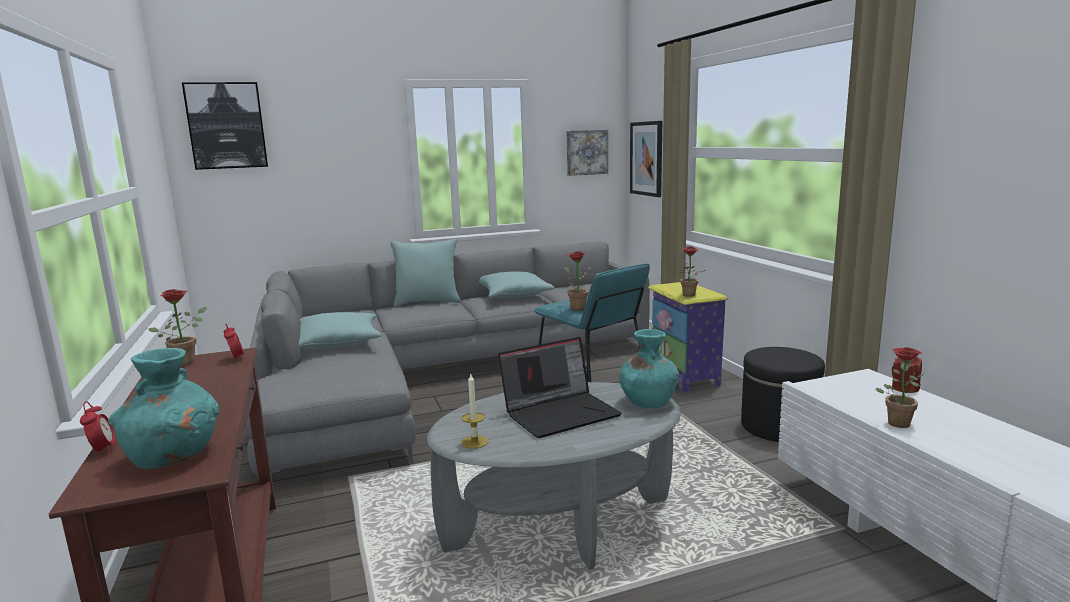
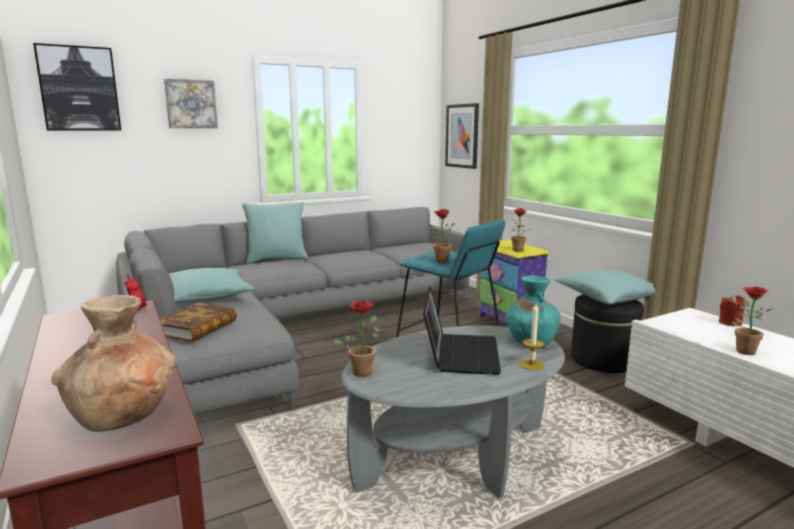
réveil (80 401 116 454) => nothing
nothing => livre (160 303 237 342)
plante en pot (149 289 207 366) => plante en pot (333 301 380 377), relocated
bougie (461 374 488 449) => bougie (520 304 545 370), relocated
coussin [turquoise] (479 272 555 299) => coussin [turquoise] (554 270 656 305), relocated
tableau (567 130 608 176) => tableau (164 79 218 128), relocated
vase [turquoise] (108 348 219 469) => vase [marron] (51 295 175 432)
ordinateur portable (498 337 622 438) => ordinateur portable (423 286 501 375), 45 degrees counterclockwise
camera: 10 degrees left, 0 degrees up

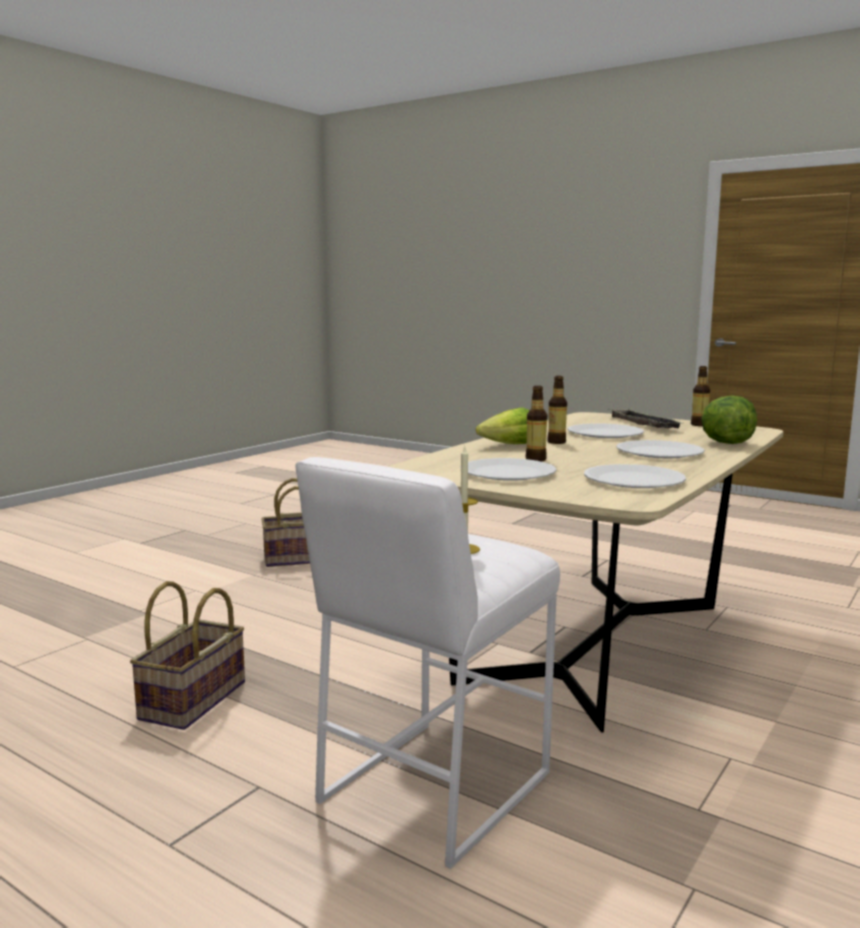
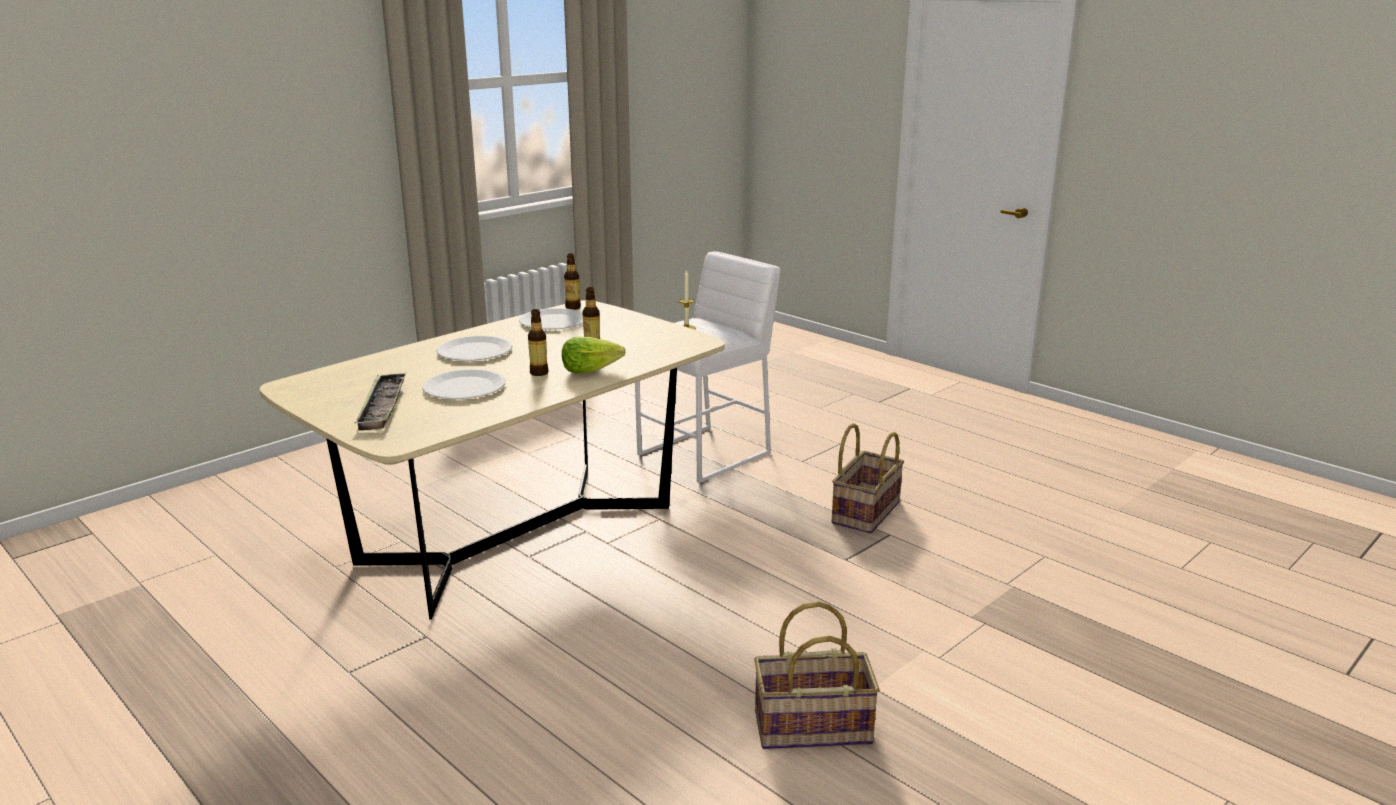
assiette [blanc] (460 458 556 481) => nothing
laitue (702 395 757 444) => nothing
bouteille (691 366 710 426) => bouteille (564 253 581 310), relocated
camera: 170 degrees left, 10 degrees up

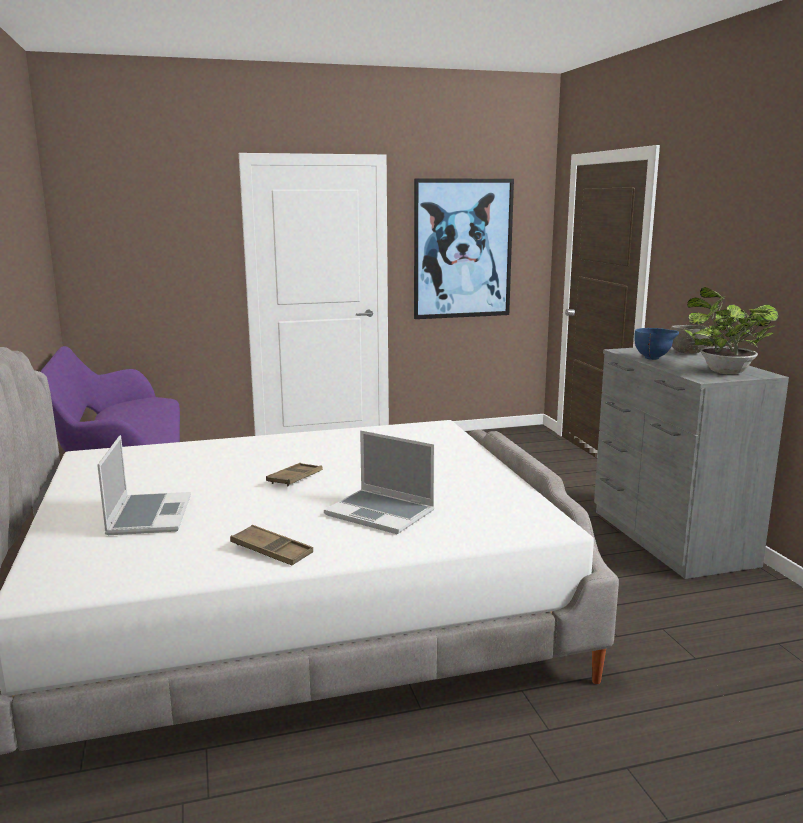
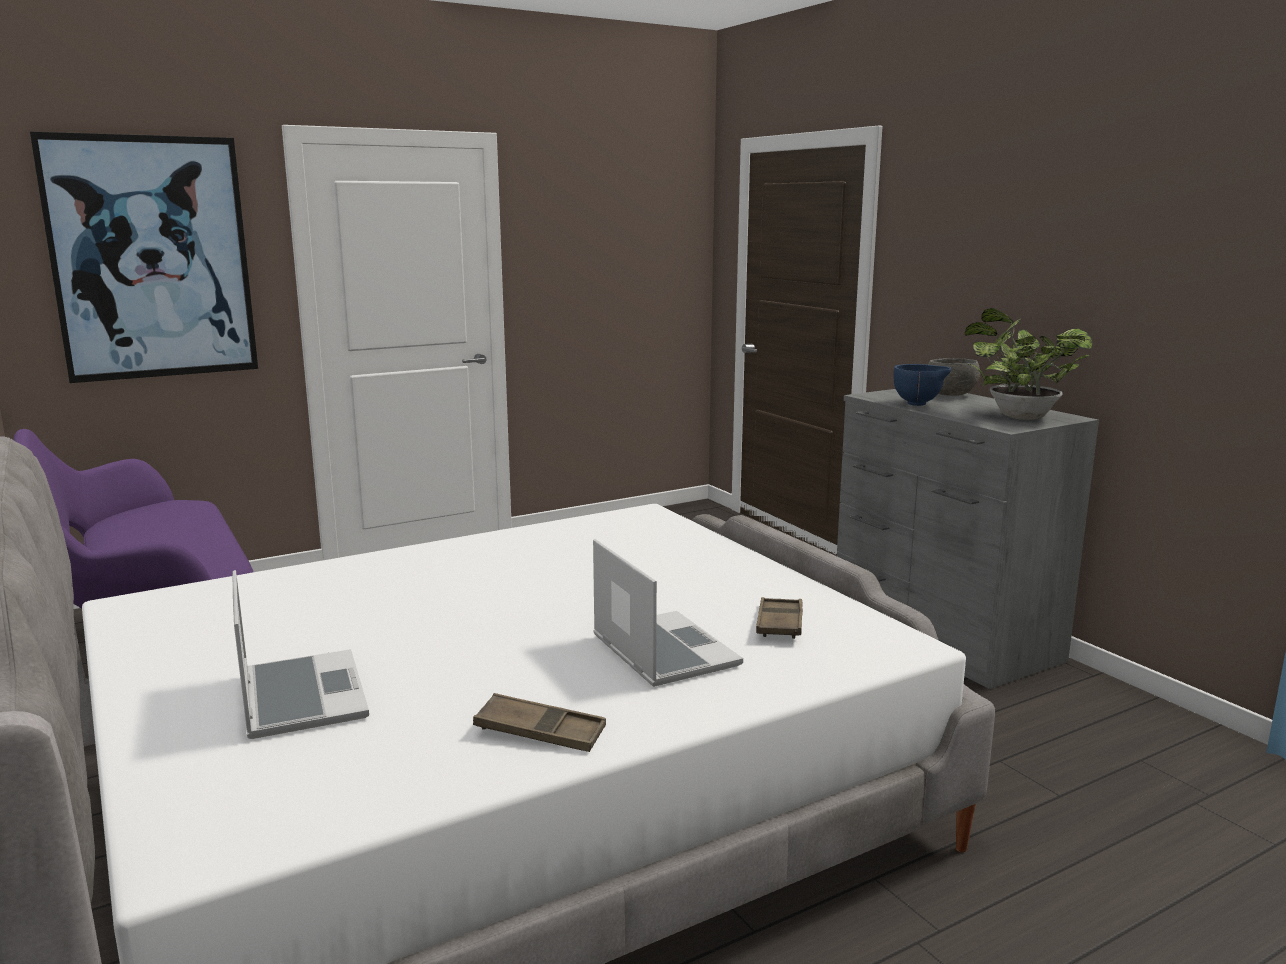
plateau [marron] (266 463 323 486) => plateau [marron] (756 597 803 639), relocated
tableau (414 178 514 319) => tableau (30 131 258 383), relocated
ordinateur portable (324 430 435 534) => ordinateur portable (593 539 743 687), 135 degrees counterclockwise
camera: 15 degrees left, 0 degrees up

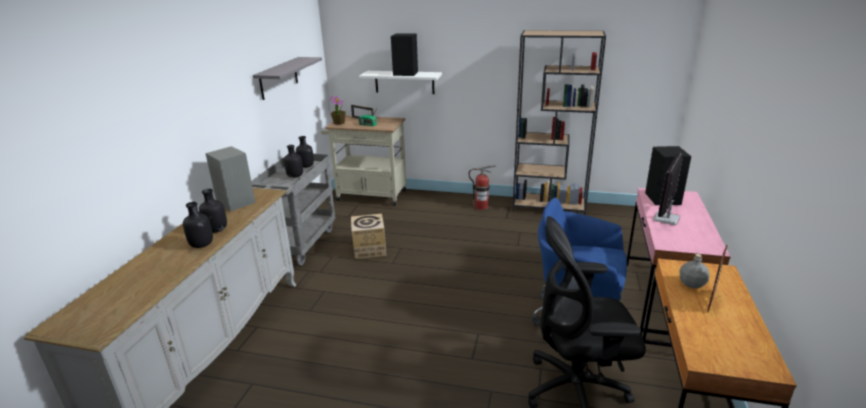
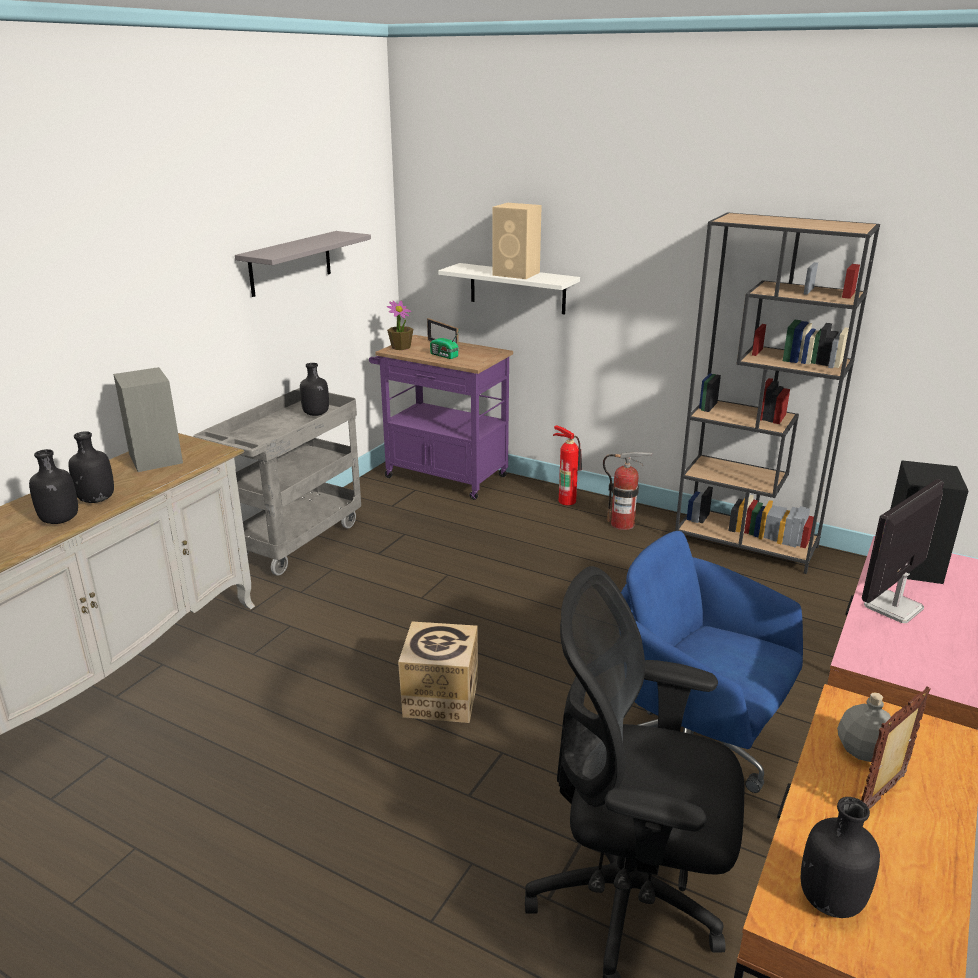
nothing => extincteur (553 425 582 505)
bouteille [noir] (284 145 303 178) => bouteille [noir] (801 797 880 918), relocated
carton (351 214 387 259) => carton (398 622 478 723), relocated
chariot [beige] (321 115 407 206) => chariot [violet] (369 335 513 500)
enceinte [noir] (391 33 418 76) => enceinte [beige] (492 203 542 279)
camera: 15 degrees right, 0 degrees up

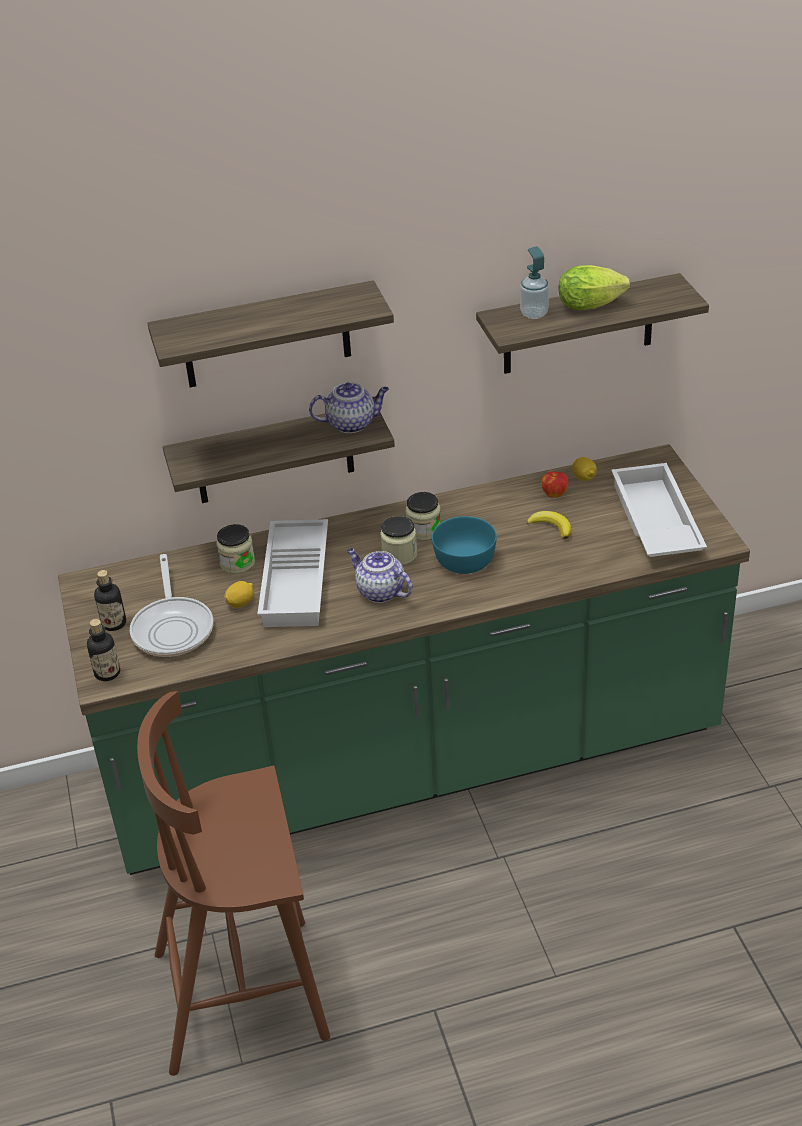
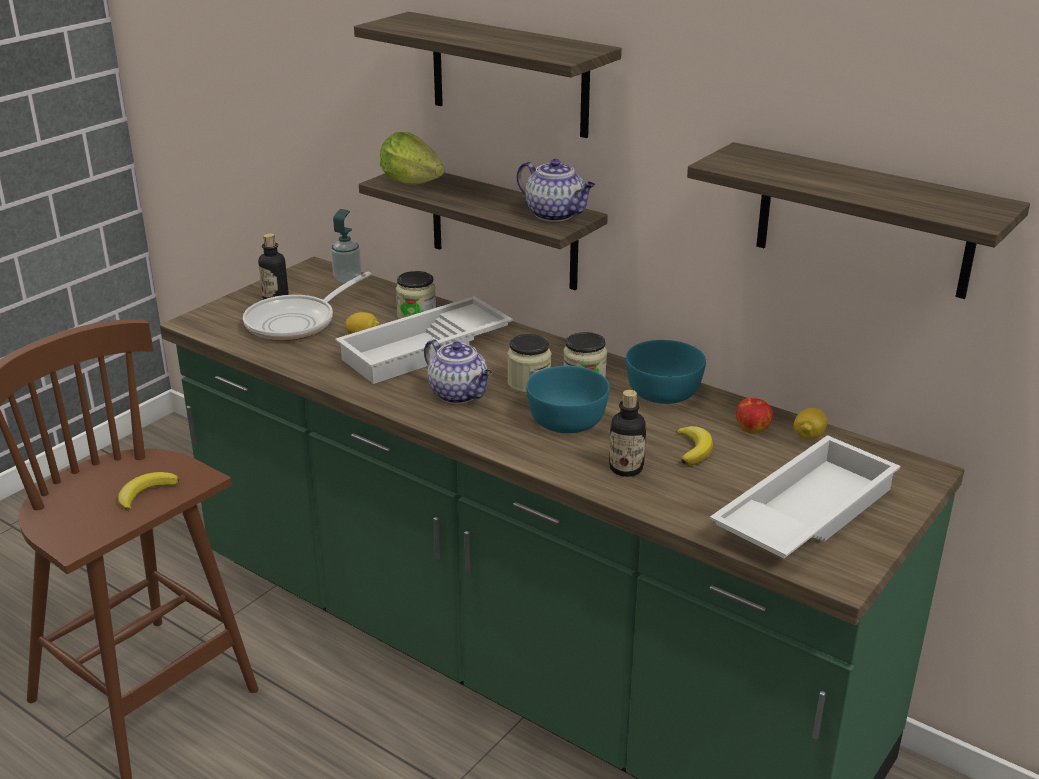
nothing => banane (118 472 179 512)
nothing => bol [turquoise] (626 340 706 404)
bouteille (87 619 120 681) => bouteille (609 390 646 477), relocated
distributeur de savon (520 246 549 319) => distributeur de savon (331 209 361 283), relocated
laitue (558 265 630 310) => laitue (380 132 444 185), relocated
théière (347 548 413 603) => théière (424 339 492 404), 135 degrees clockwise
camera: 50 degrees right, 10 degrees down

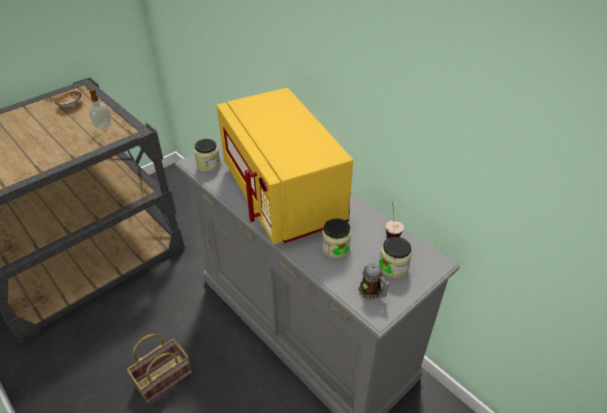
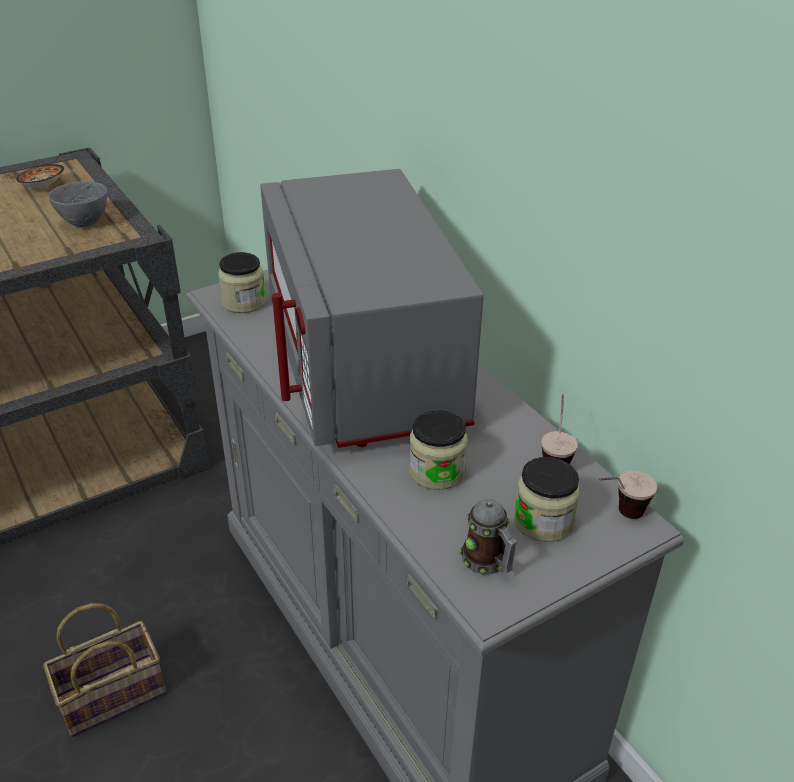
nothing => tasse (599 471 657 519)
distributeur de savon (86 88 111 130) => bol [gris] (48 181 107 227)
micro-ondes [jaune] (217 88 353 244) => micro-ondes [gris] (260 169 484 448)
camera: 10 degrees right, 5 degrees down

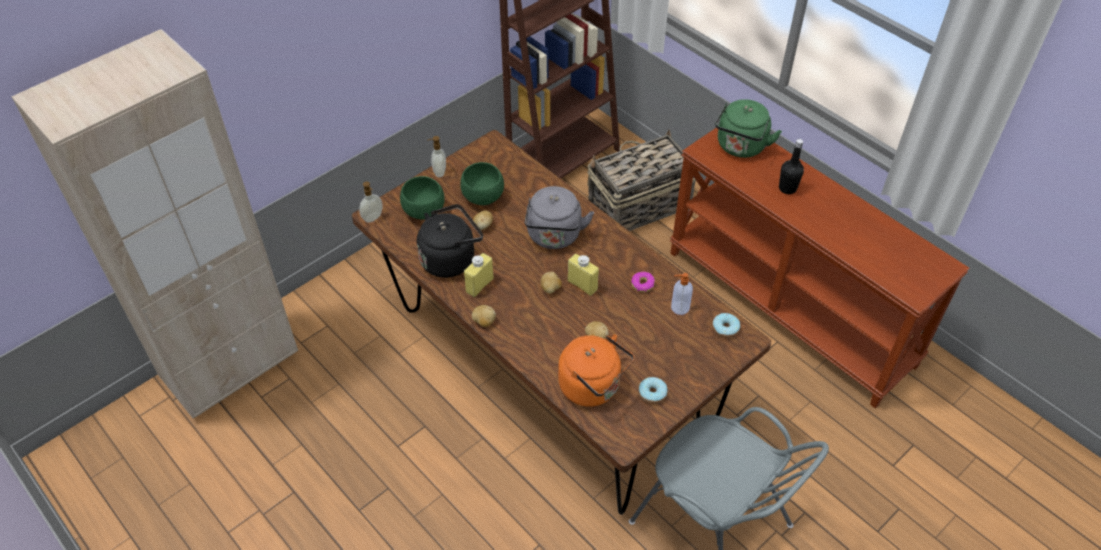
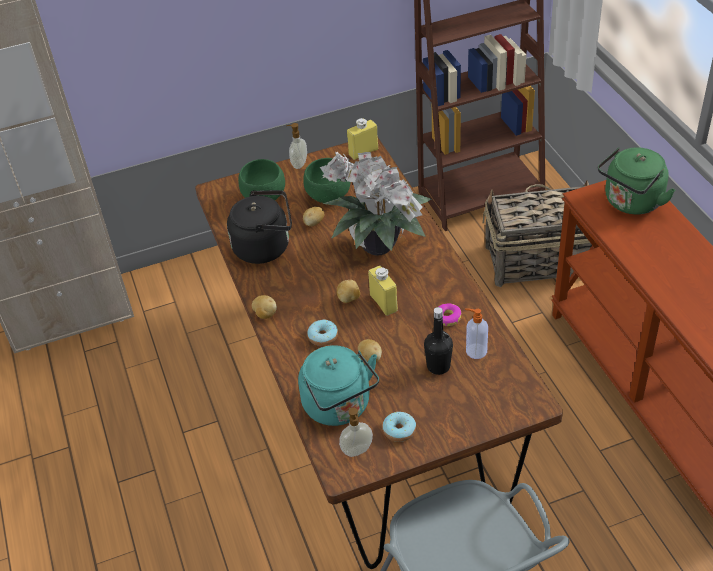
distributeur de savon (359 182 383 223) => distributeur de savon (339 407 373 457), relocated
bouteille [jaune] (464 253 494 297) => bouteille [jaune] (347 118 378 160), relocated
beignet (712 313 740 338) => beignet (307 320 338 346), relocated
bouteille [noir] (779 139 804 194) => bouteille [noir] (424 307 453 375), relocated
bouilloire [gris] (525 186 594 249) => plante en pot (320 152 431 256)
bouilloire [orange] (558 334 634 407) => bouilloire [turquoise] (298 345 379 426)
camera: 25 degrees right, 5 degrees down

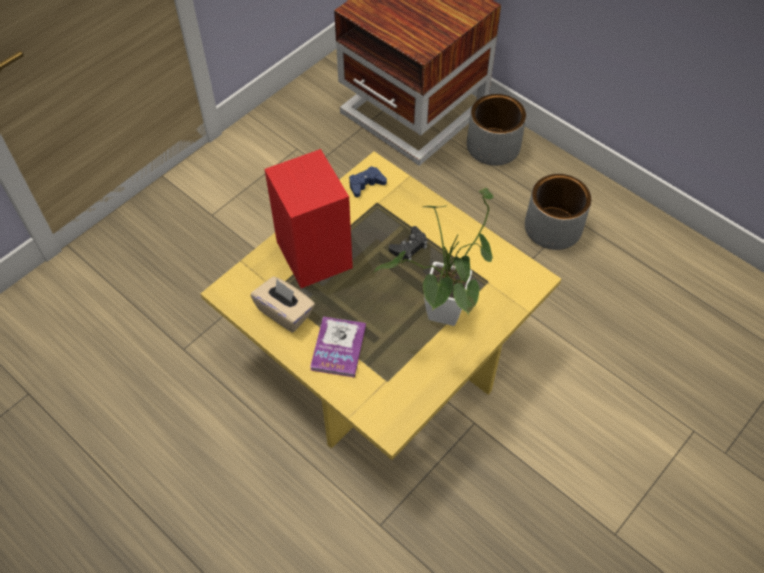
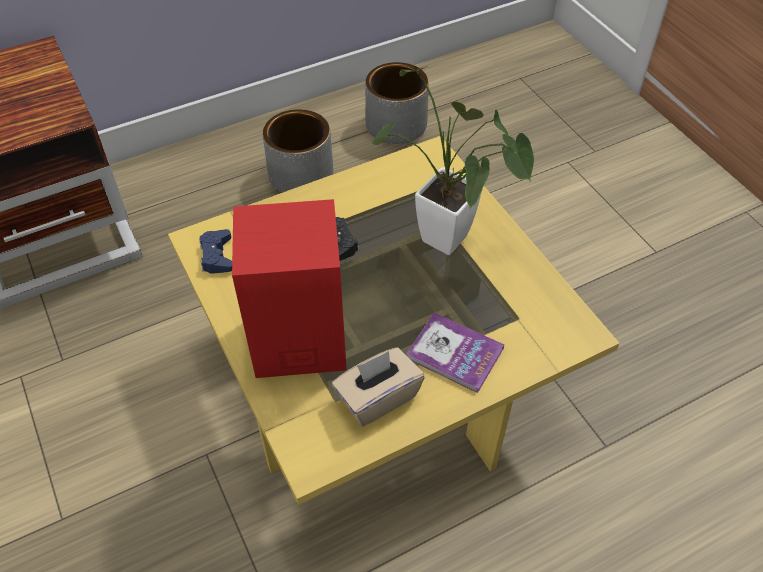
cache-pot [gris] (467 94 526 166) => cache-pot [gris] (365 62 429 144), relocated
camera: 70 degrees left, 5 degrees down

